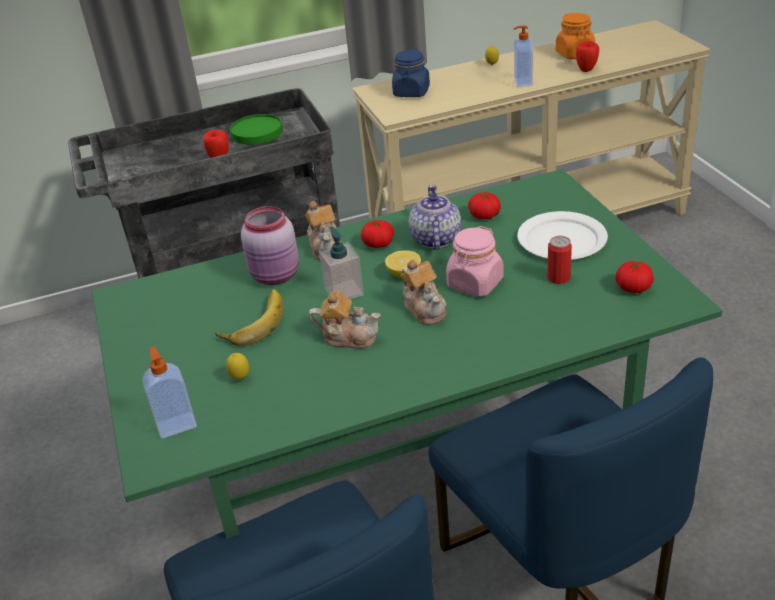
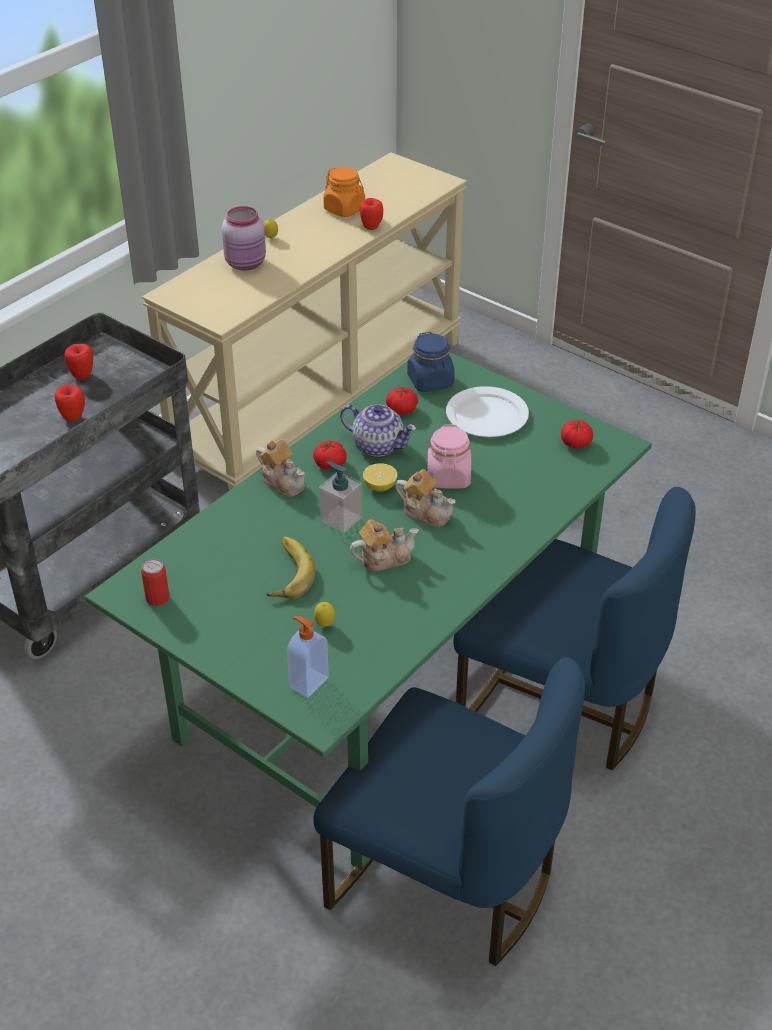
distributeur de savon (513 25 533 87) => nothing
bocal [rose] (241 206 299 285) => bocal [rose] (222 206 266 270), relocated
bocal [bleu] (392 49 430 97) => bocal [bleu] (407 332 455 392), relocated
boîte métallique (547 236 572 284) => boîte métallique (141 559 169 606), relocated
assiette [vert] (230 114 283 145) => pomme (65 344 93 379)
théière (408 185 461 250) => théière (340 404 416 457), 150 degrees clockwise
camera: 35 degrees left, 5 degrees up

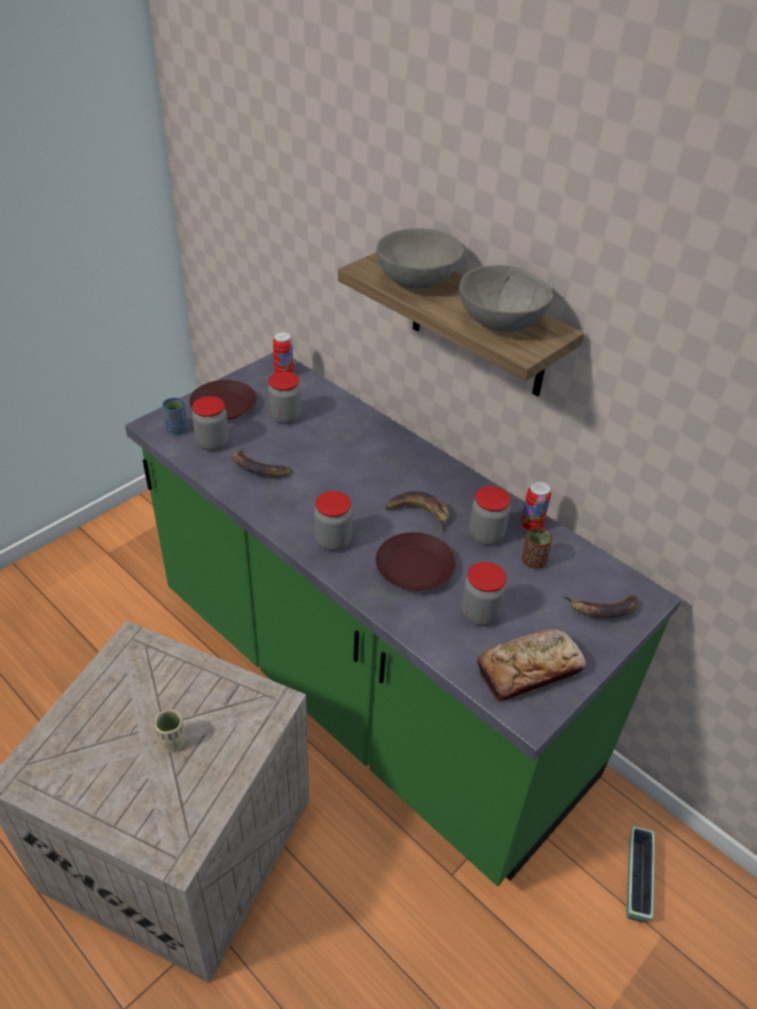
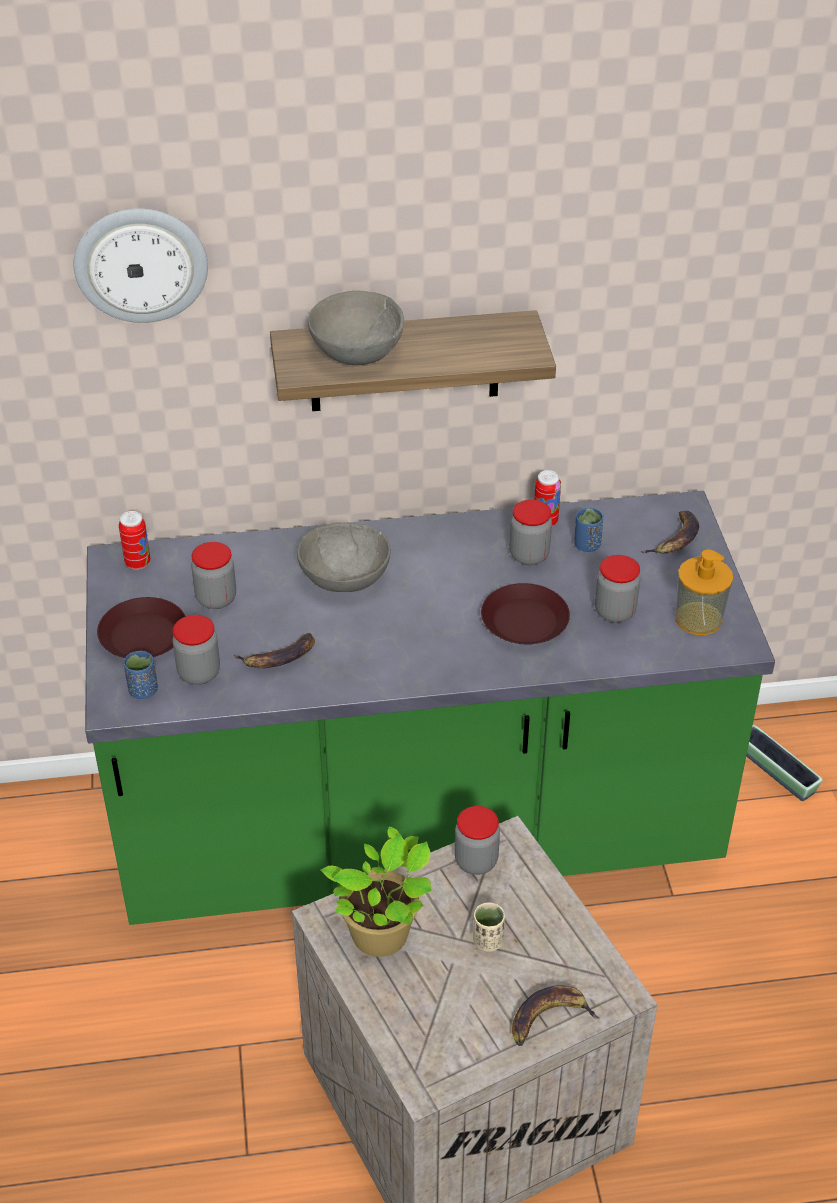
nothing => horloge murale (73 208 208 323)
nothing => plante en pot (321 827 431 957)
bocal (314 491 352 551) => bocal (455 806 500 875), relocated
banane (385 491 449 535) => banane (512 985 599 1046), relocated
bol [gris] (459 265 553 332) => bol [gris] (297 523 391 592), relocated
pain (477 629 586 702) => distributeur de savon (675 549 733 635)
tasse [marron] (522 527 553 569) => tasse [bleu] (574 508 603 552)
camera: 50 degrees left, 0 degrees up

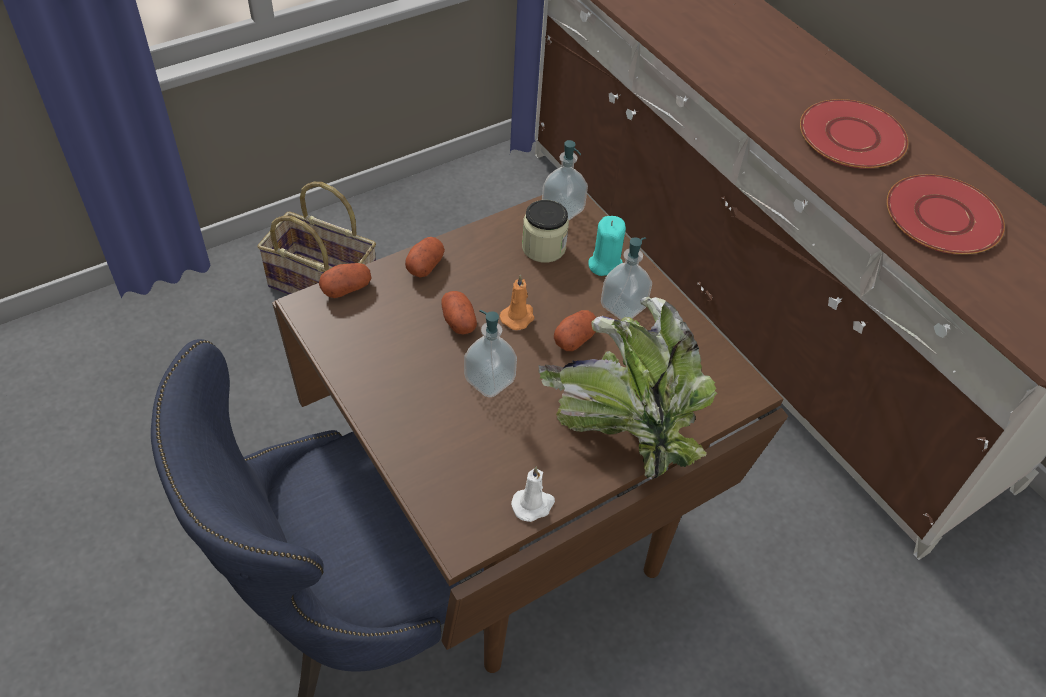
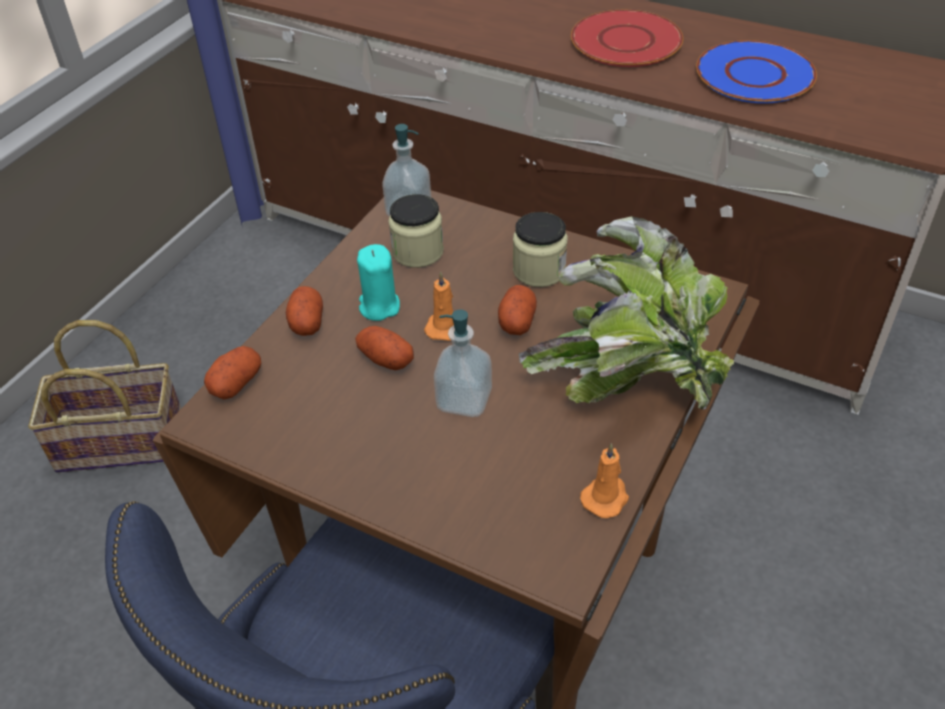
bougie [turquoise] (588 216 626 276) => bougie [turquoise] (357 244 400 321), relocated
distributeur de savon (601 237 652 320) => bocal (513 212 568 287)
bougie [blanc] (511 466 555 522) => bougie [orange] (580 443 629 518)
assiette [rouge] (887 174 1005 254) => assiette [bleu] (696 40 817 104)
camera: 25 degrees left, 5 degrees down

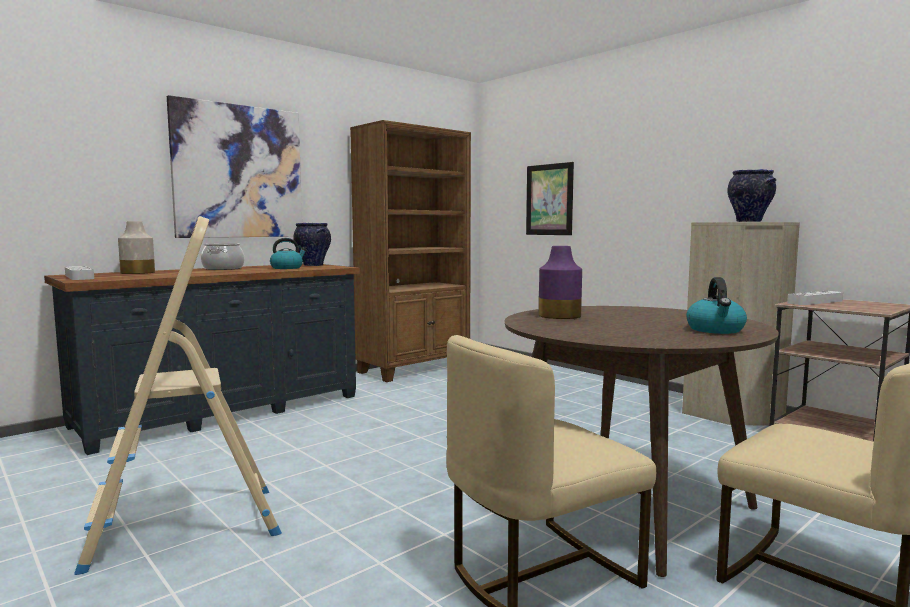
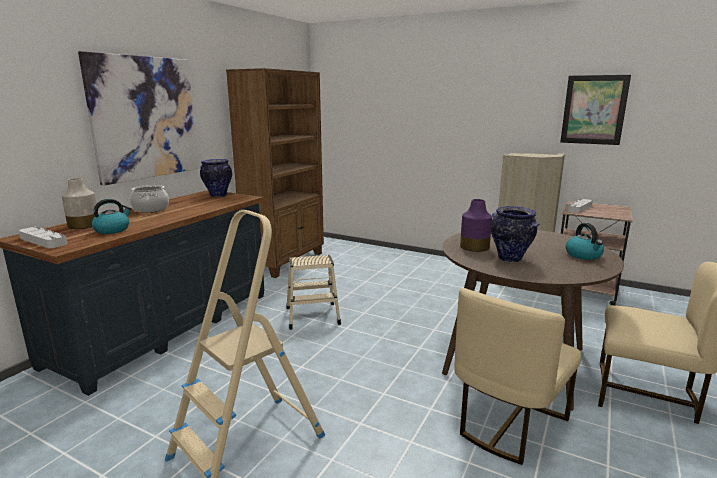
nothing => escabeau [beige] (286 255 341 330)
bouilloire (270 238 307 269) => bouilloire (92 199 132 234), relocated
tableau (526 162 574 235) => tableau (560 75 631 145), relocated
vase (727 169 776 222) => vase (491 206 540 262), relocated
camera: 20 degrees left, 10 degrees up

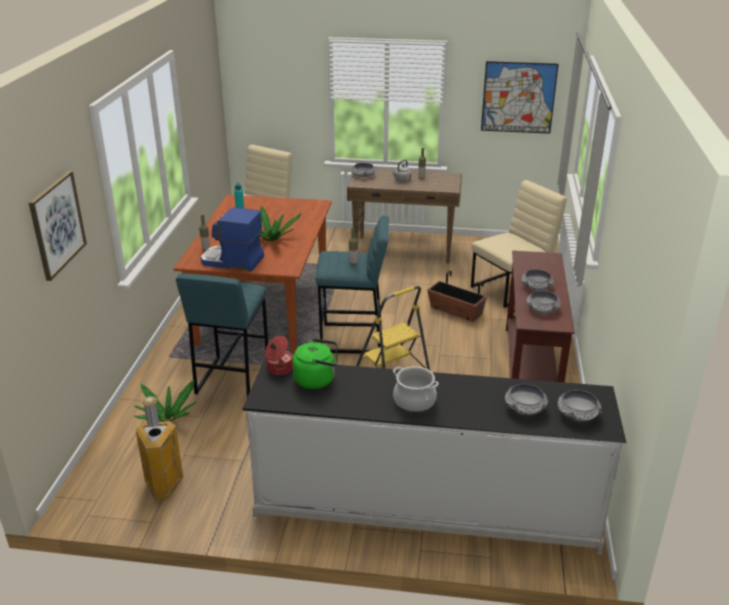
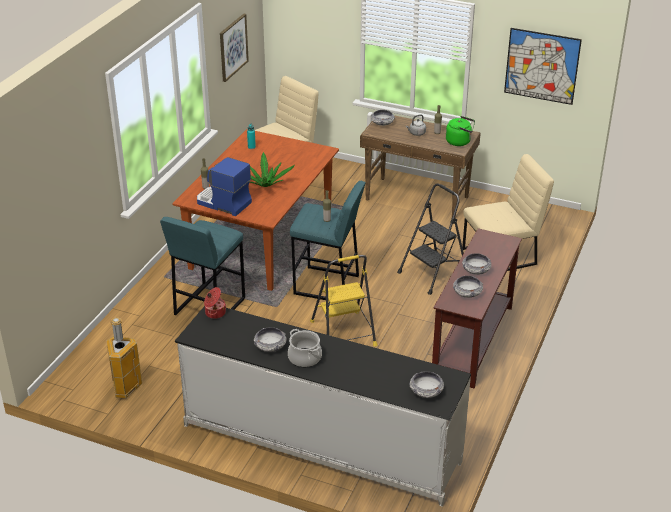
plante en pot (134 380 197 422) => nothing
tableau (29 171 87 281) => tableau (220 14 249 82), relocated
bouilloire [vert] (292 338 337 389) => bouilloire [vert] (446 116 475 146), relocated
bol (505 384 548 415) => bol (254 327 286 352), relocated
cache-pot (427 271 487 322) => escabeau [noir] (397 184 464 295)
camera: 15 degrees right, 5 degrees up

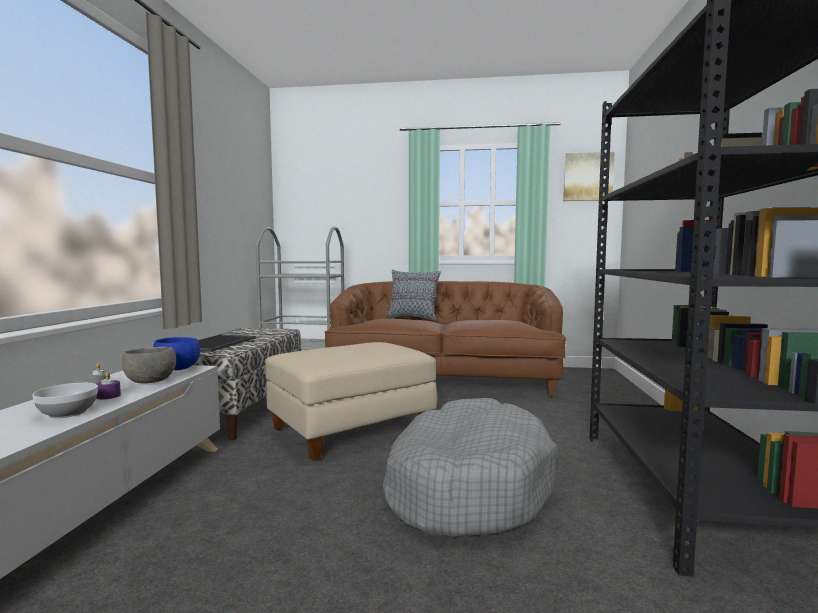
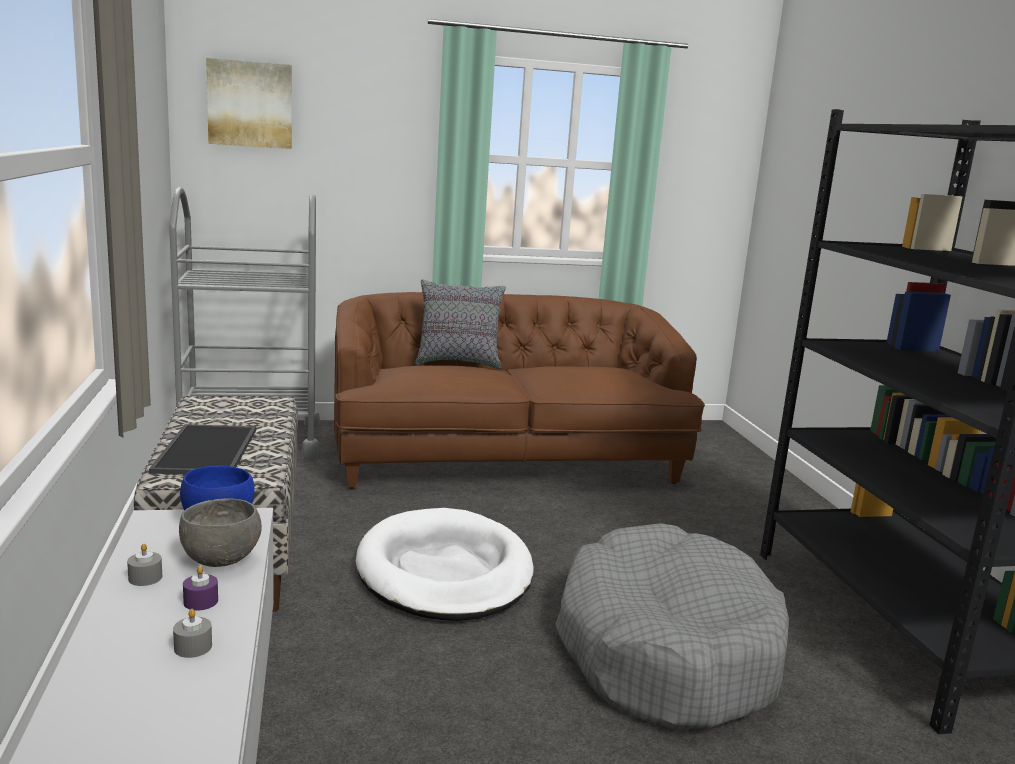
tableau (563 152 614 201) => tableau (206 58 292 149), relocated
bol (32 383 98 418) => bougie [gris] (173 609 212 658)
pouf [beige] (265 342 437 461) => panier pour chien [blanc] (356 508 534 621)
camera: 20 degrees left, 10 degrees up

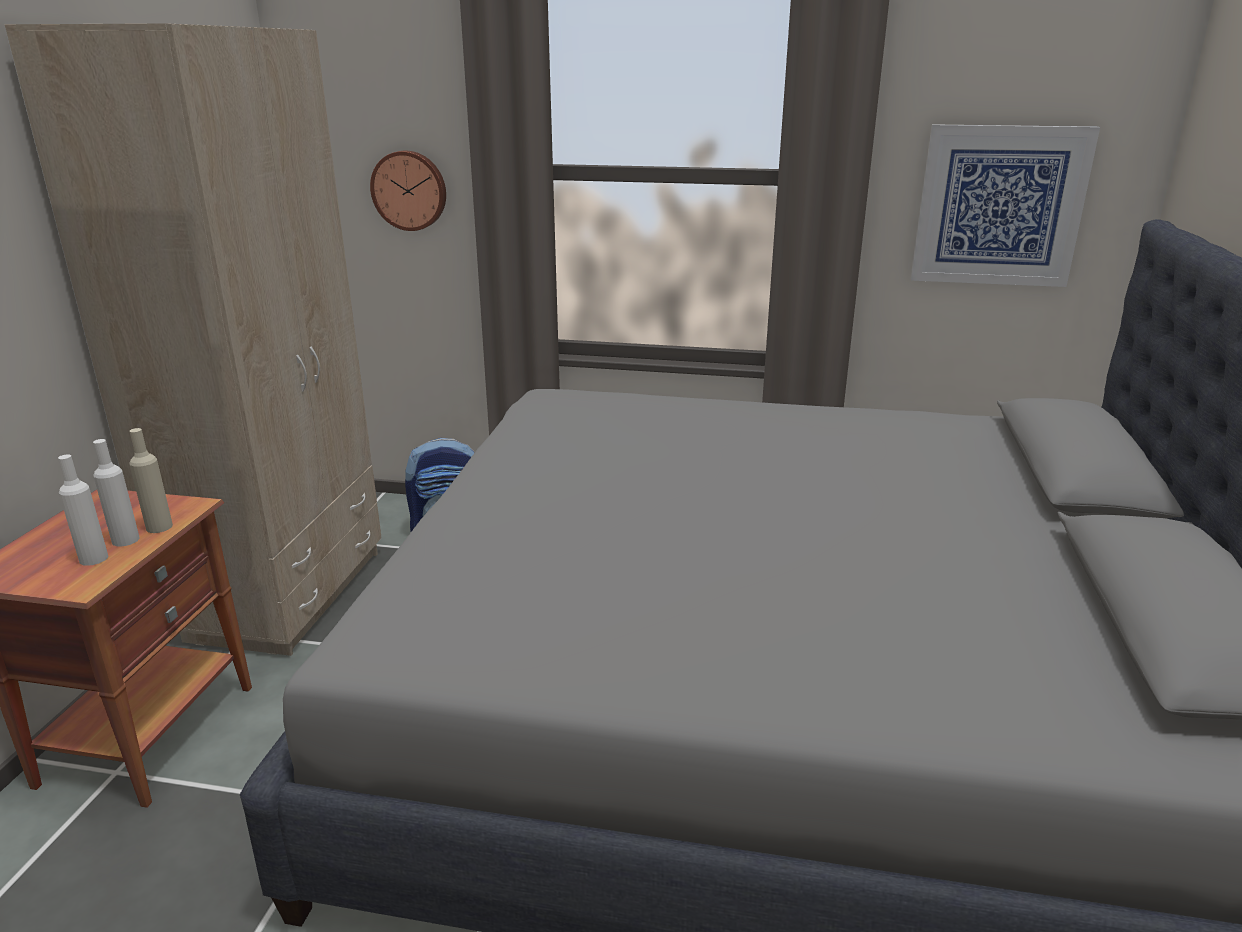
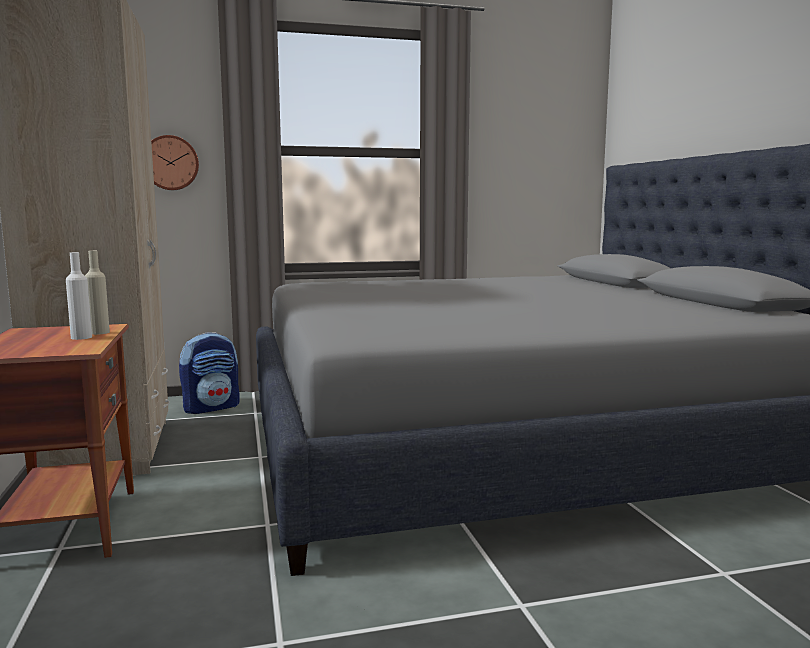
bouteille [blanc] (58 454 108 566) => nothing
tableau (910 124 1100 287) => nothing
camera: 25 degrees left, 15 degrees down

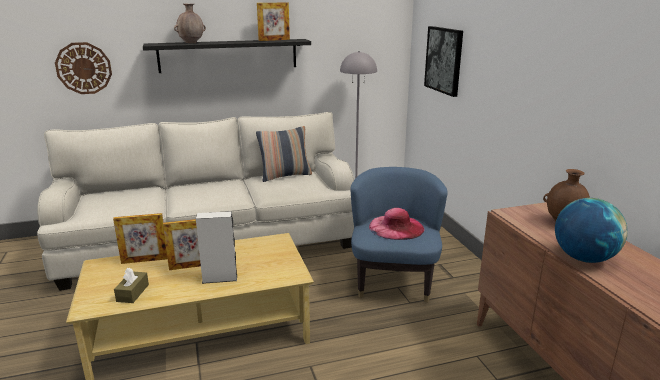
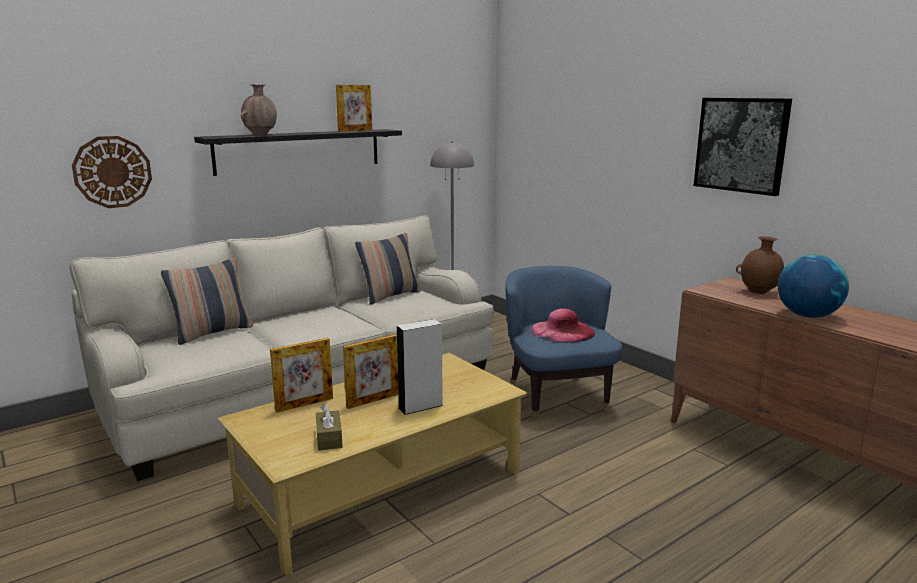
nothing => coussin (161 258 253 345)
tableau (424 26 463 97) => tableau (694 98 792 196), relocated
camera: 20 degrees left, 5 degrees down

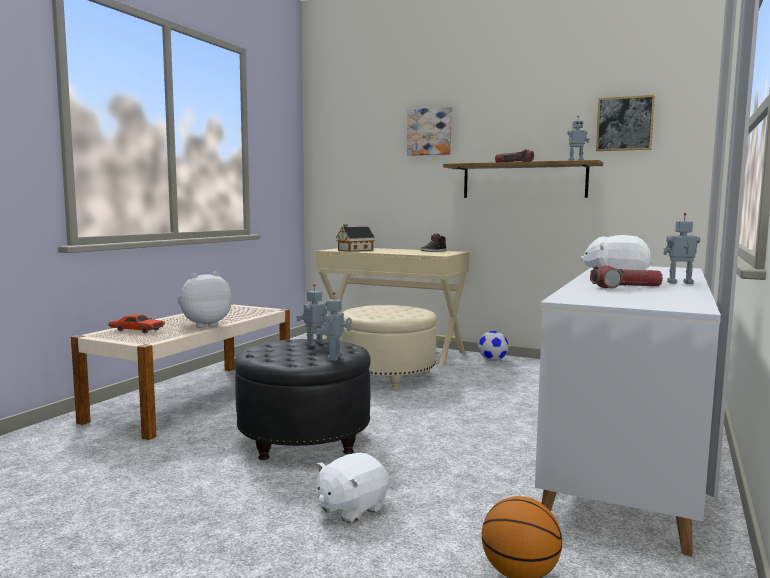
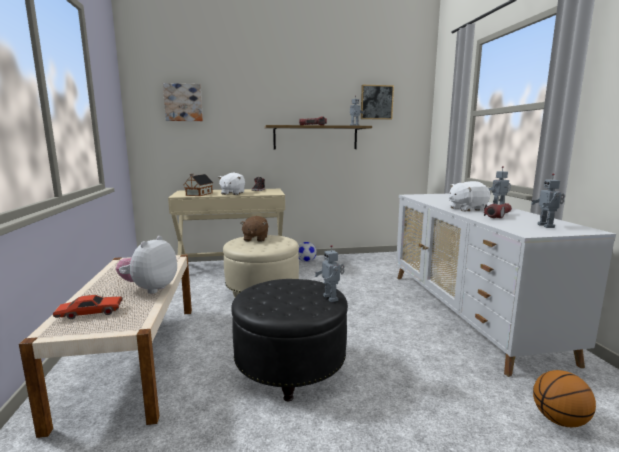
nothing => peluche [marron] (240 216 268 242)
robot jouet (296 284 327 347) => robot jouet (531 173 565 228), relocated
peluche [blanc] (316 453 389 523) => peluche [blanc] (218 173 245 195), relocated
tableau (407 107 452 156) => tableau (163 83 203 121), relocated
camera: 35 degrees left, 5 degrees up

